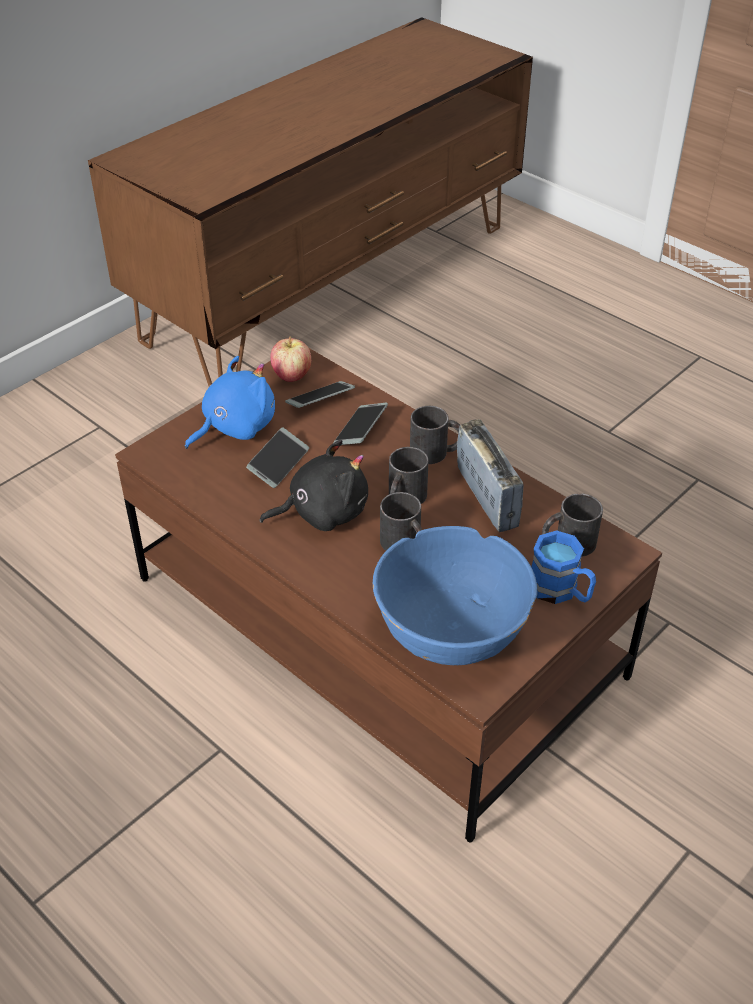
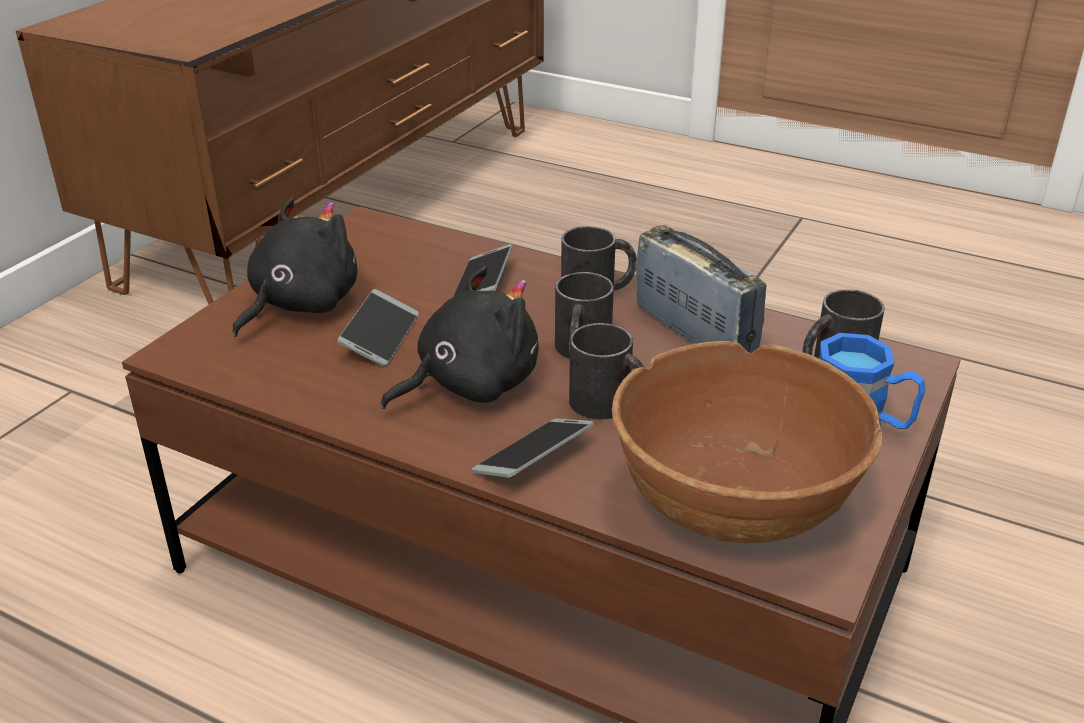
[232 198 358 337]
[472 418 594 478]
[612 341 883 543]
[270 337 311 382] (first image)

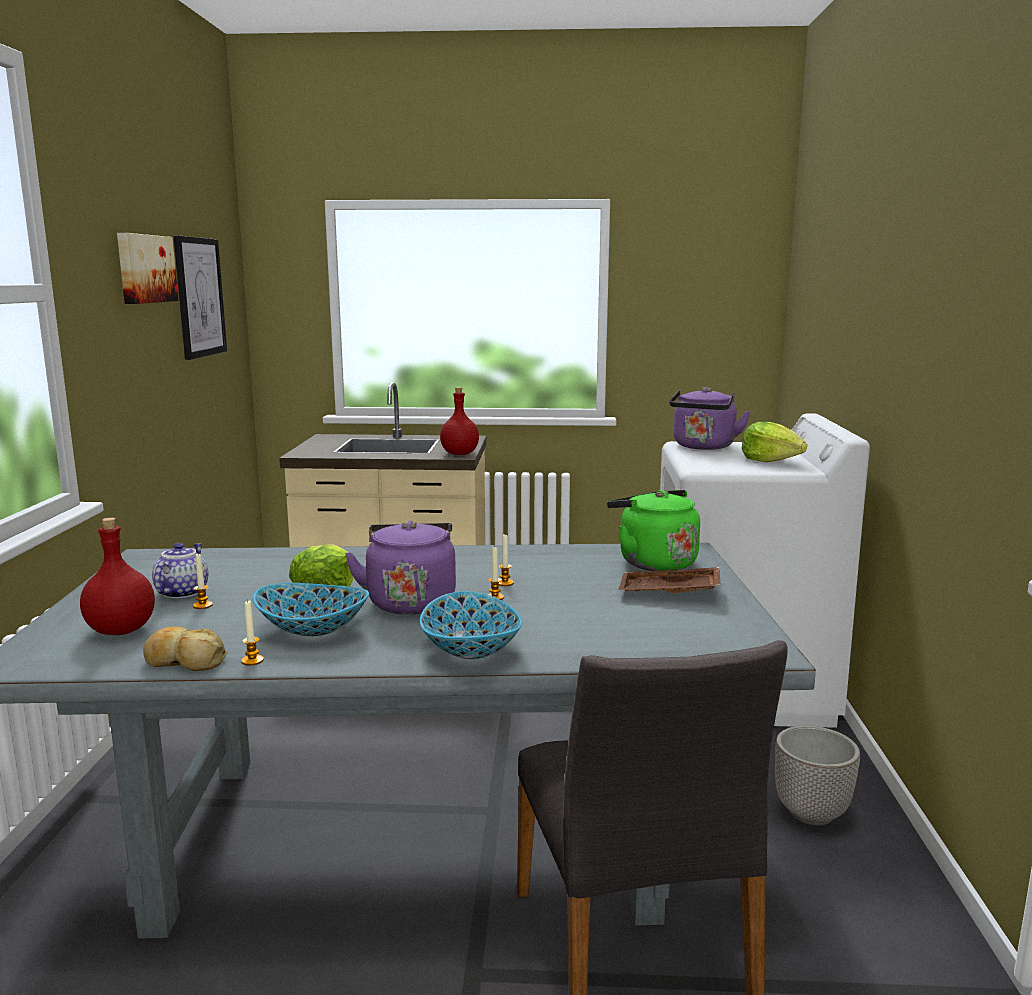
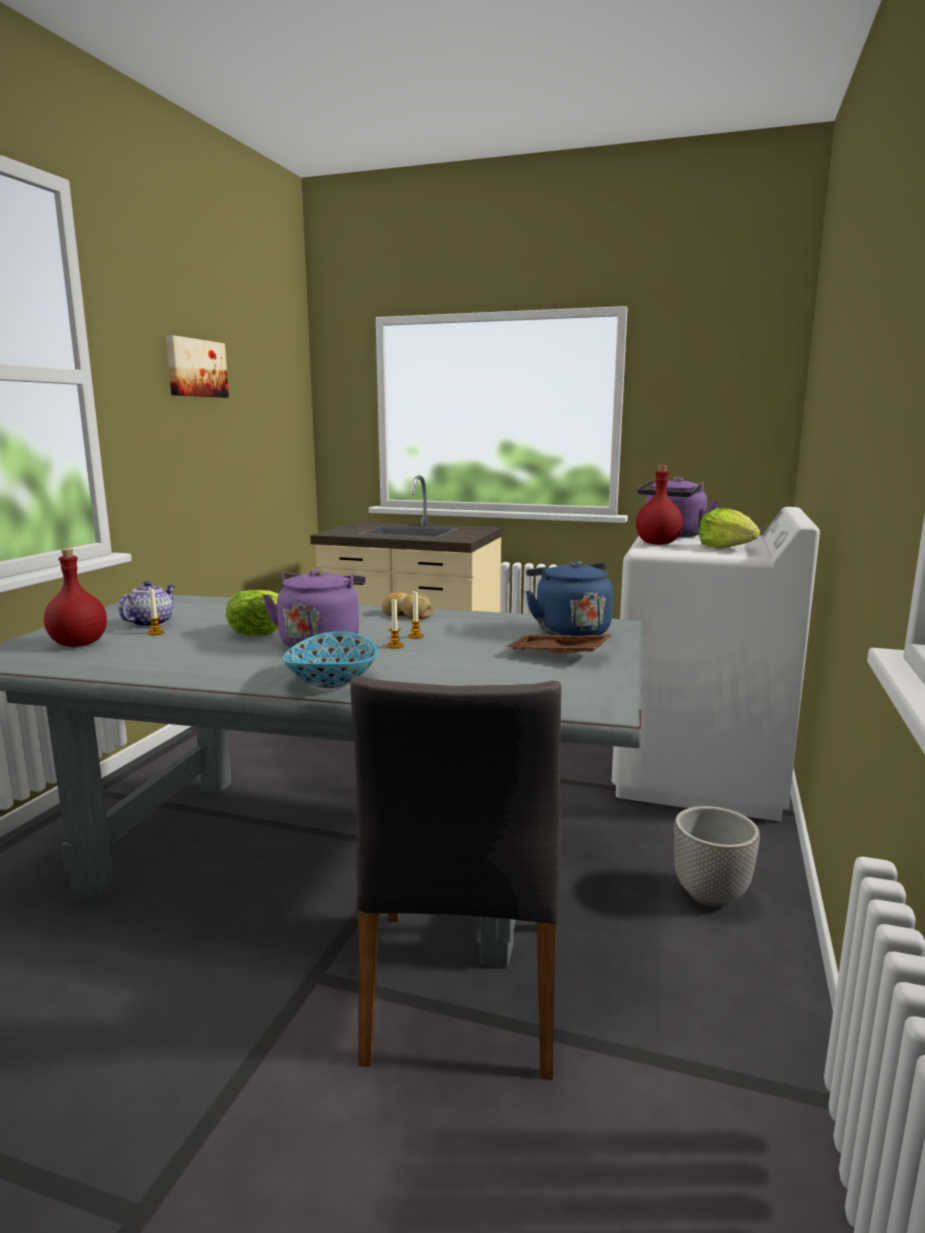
[382 592 434 619]
[526 560 613 636]
[636 465 683 545]
[174 235 227 360] (first image)
[241 600 264 666] (first image)
[252 583 369 636] (first image)

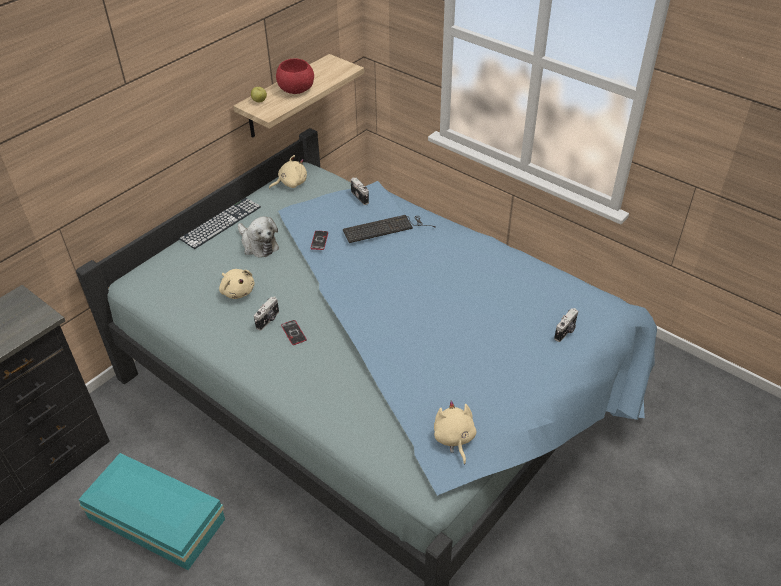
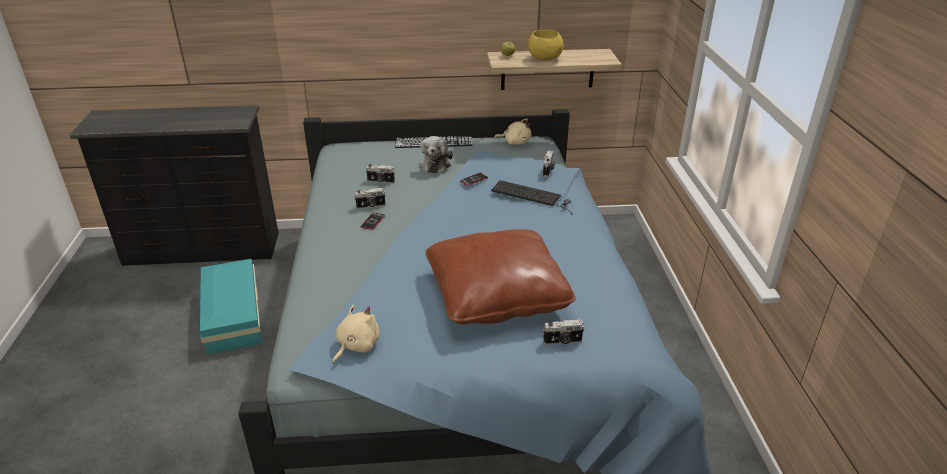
[366 164 395 183]
[425 229 576 324]
[528 29 564 61]

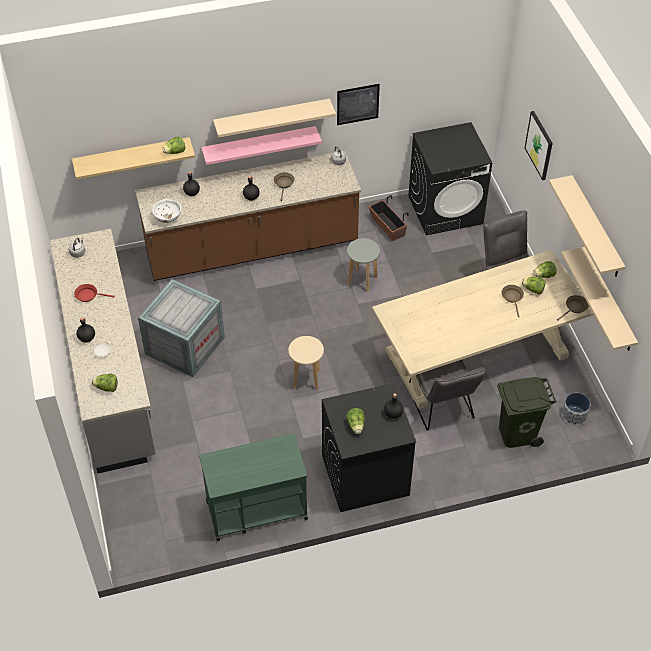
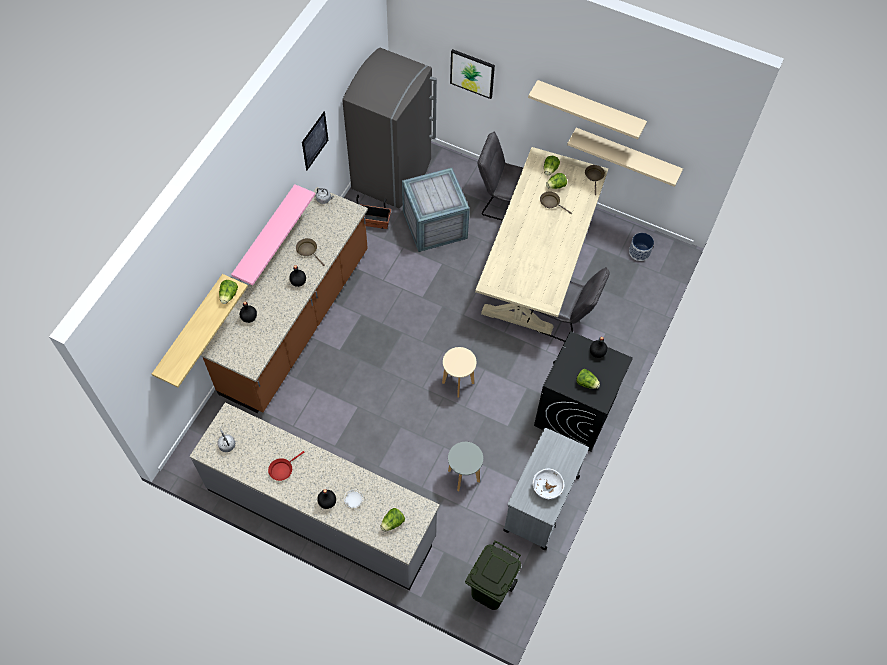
[342 48 437 208]
[402 168 470 252]
[448 442 483 491]
[465 540 521 610]
[503 428 589 550]
[532 469 565 499]
[213 99 336 138] (first image)

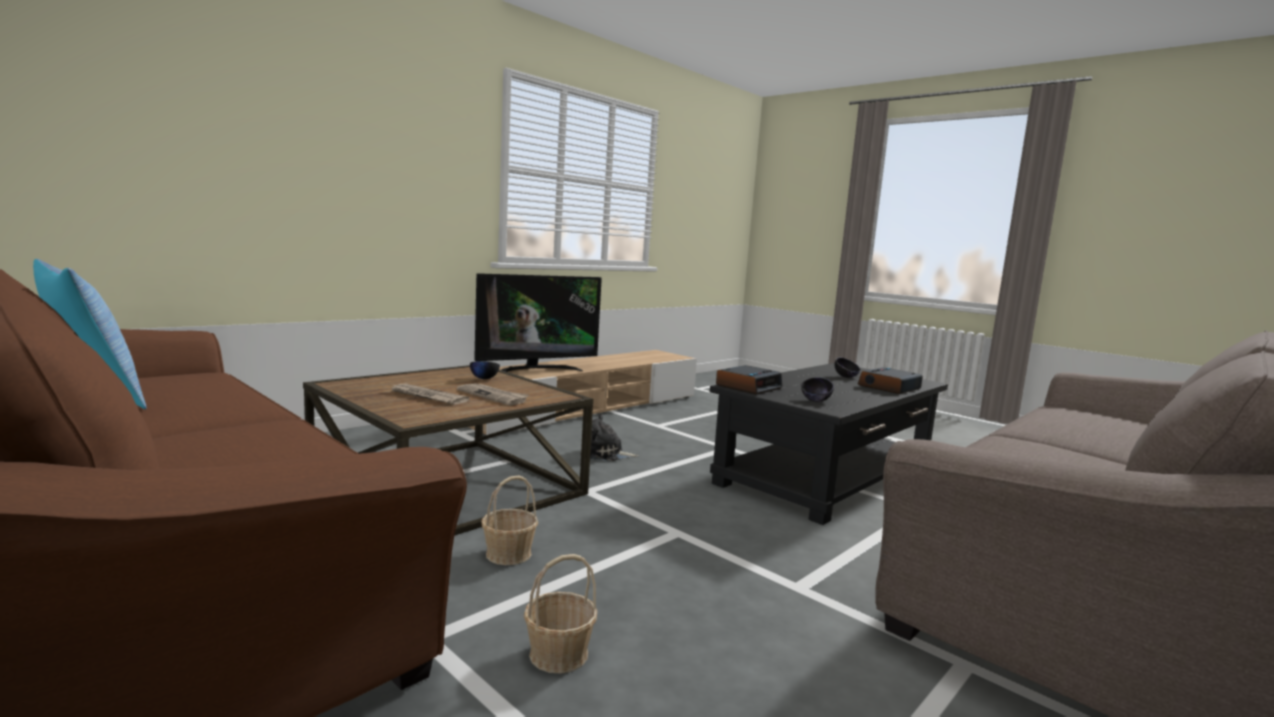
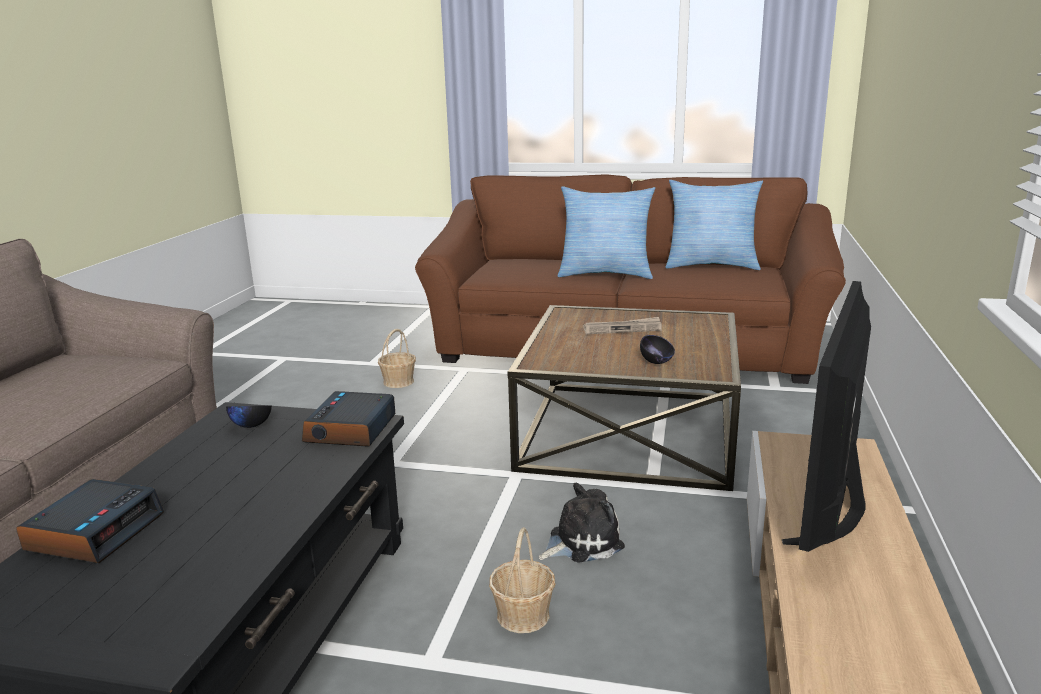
[489 527 555 633]
[558 186 655 279]
[457 383 529 406] (first image)
[835 357 860 378] (first image)

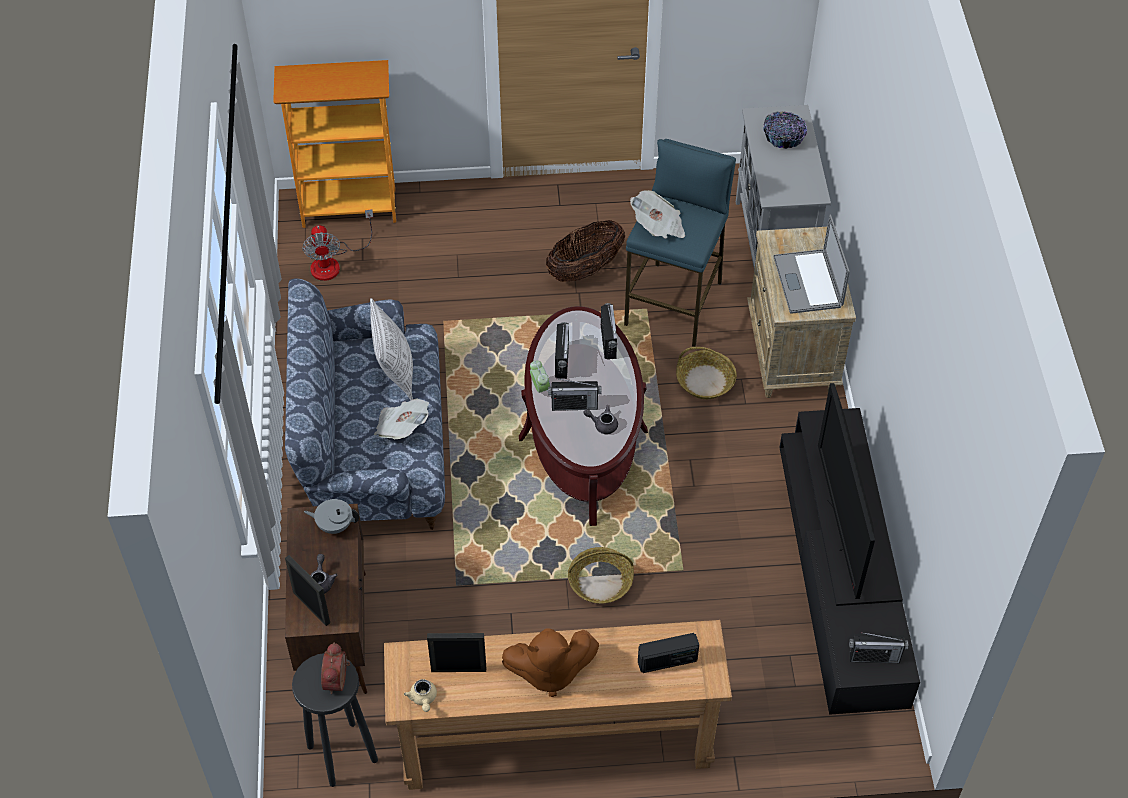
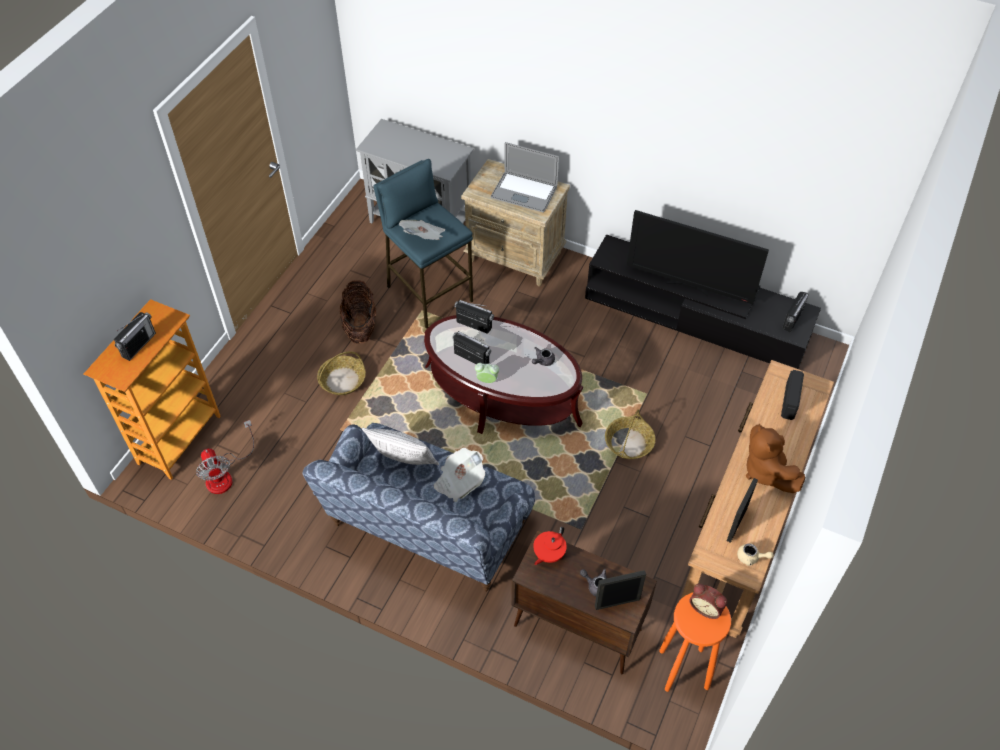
[114 312 156 361]
[196 420 254 494]
[317 351 366 395]
[533 527 567 565]
[659 592 731 692]
[746 424 805 493]
[763 111 807 149] (first image)

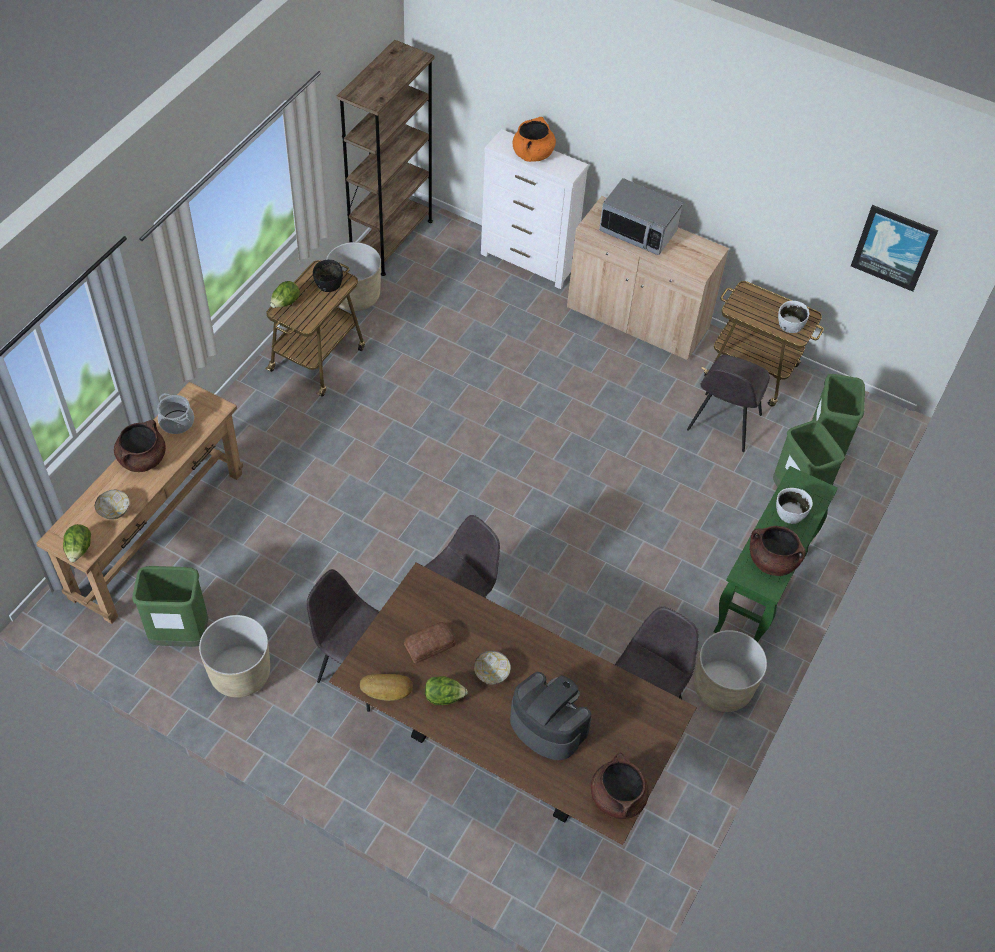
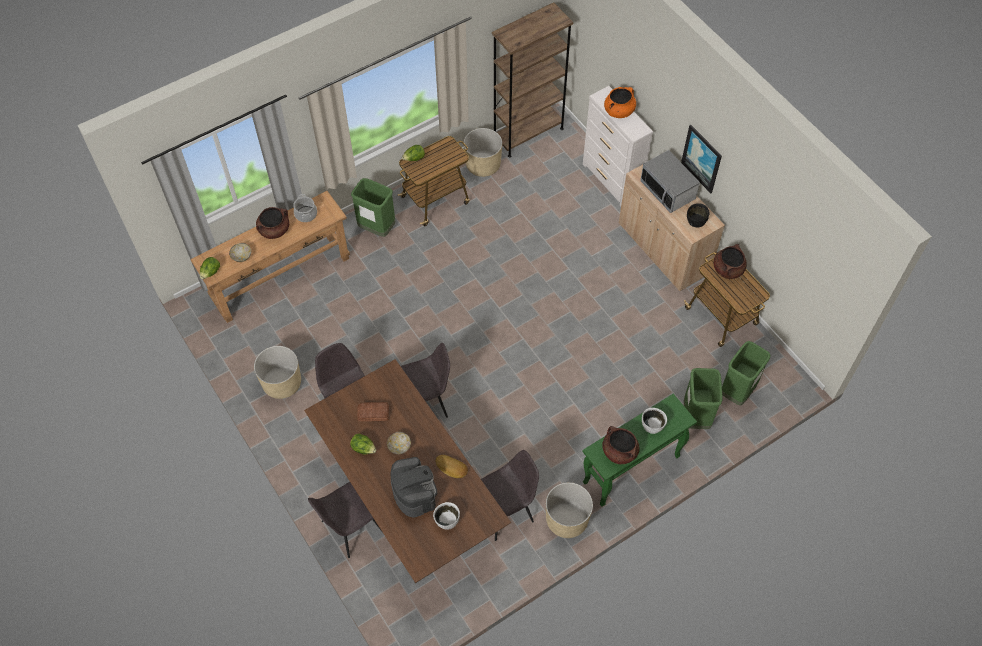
[308 482 383 558]
[351 178 395 237]
[433 502 460 530]
[435 455 468 478]
[681 125 722 193]
[687 203 710 227]
[714 244 747 279]

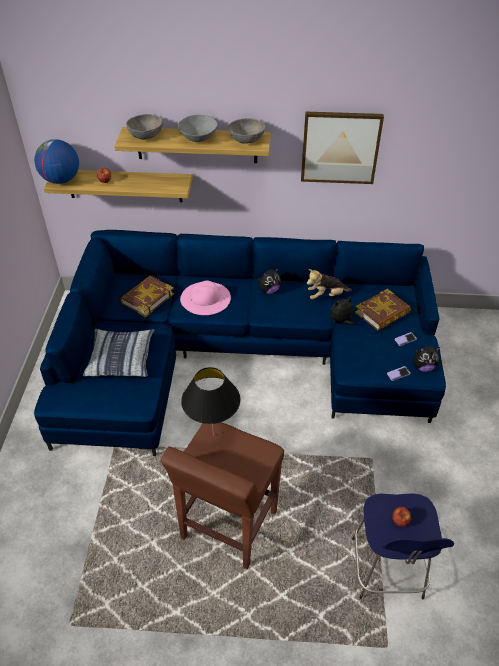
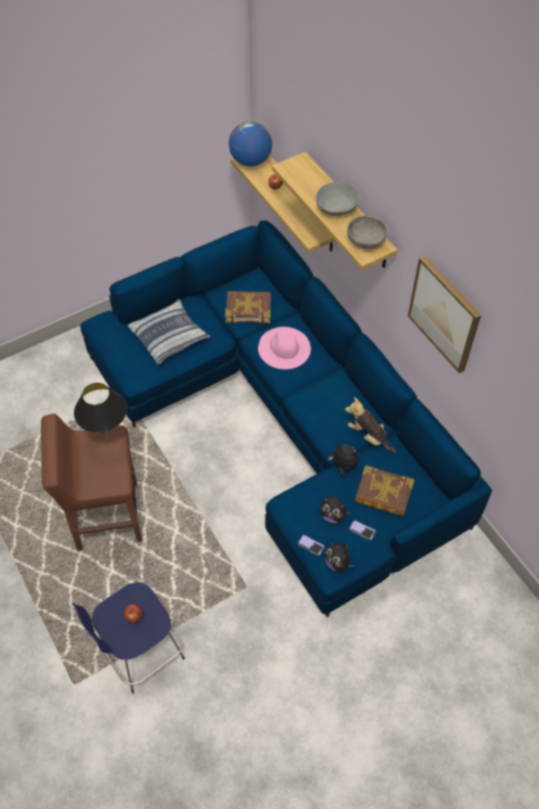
[320 495 351 523]
[126 114 163 140] (first image)

